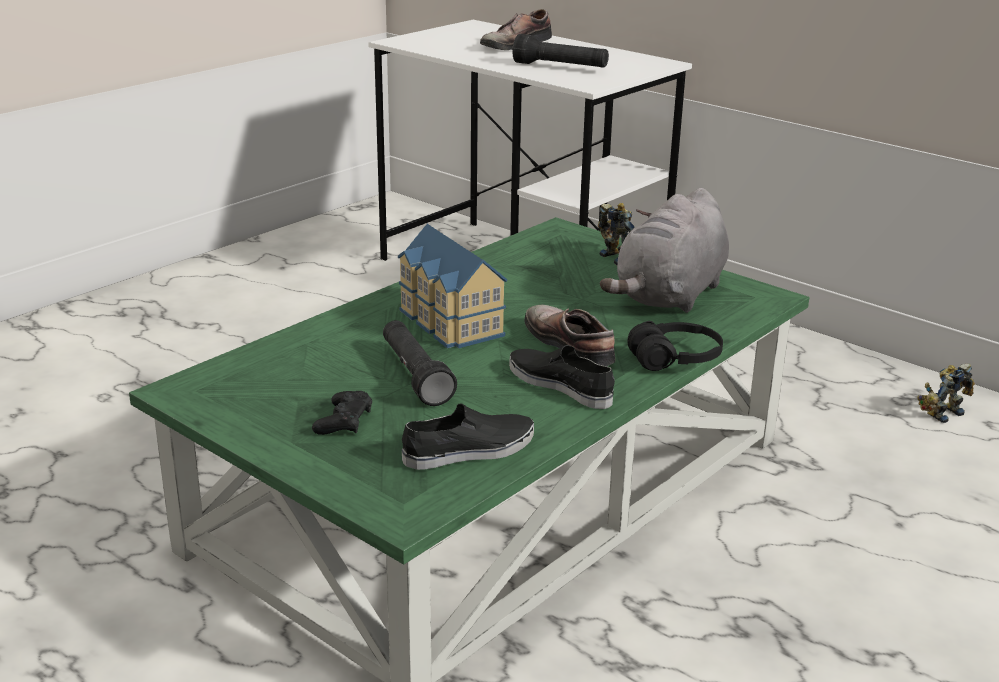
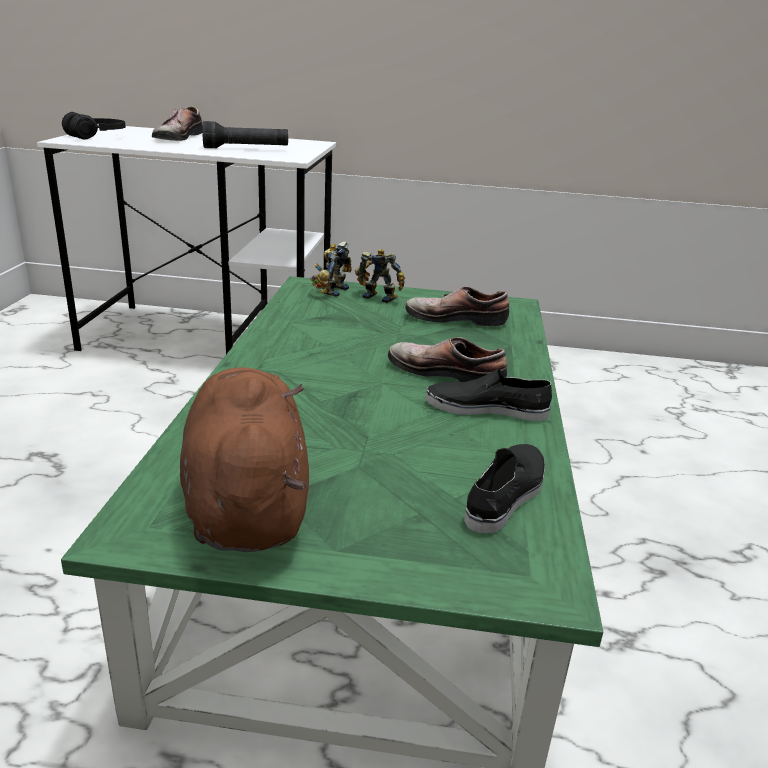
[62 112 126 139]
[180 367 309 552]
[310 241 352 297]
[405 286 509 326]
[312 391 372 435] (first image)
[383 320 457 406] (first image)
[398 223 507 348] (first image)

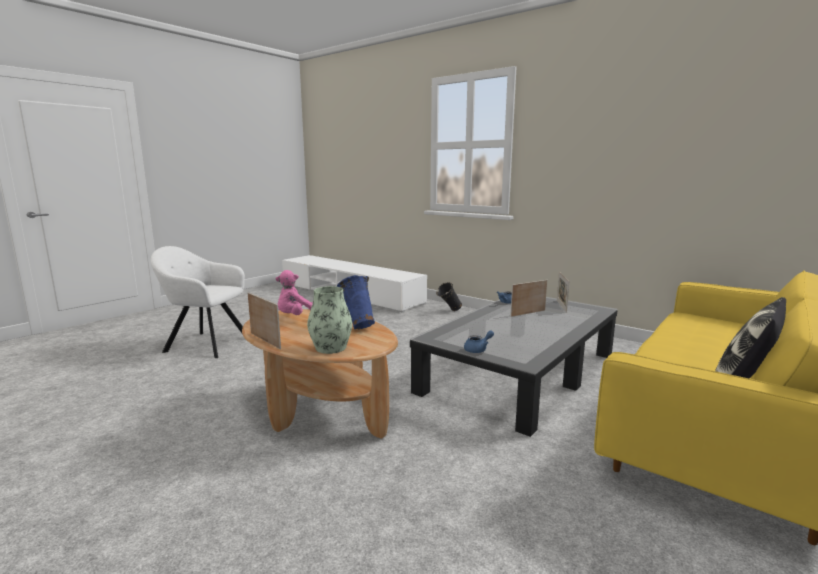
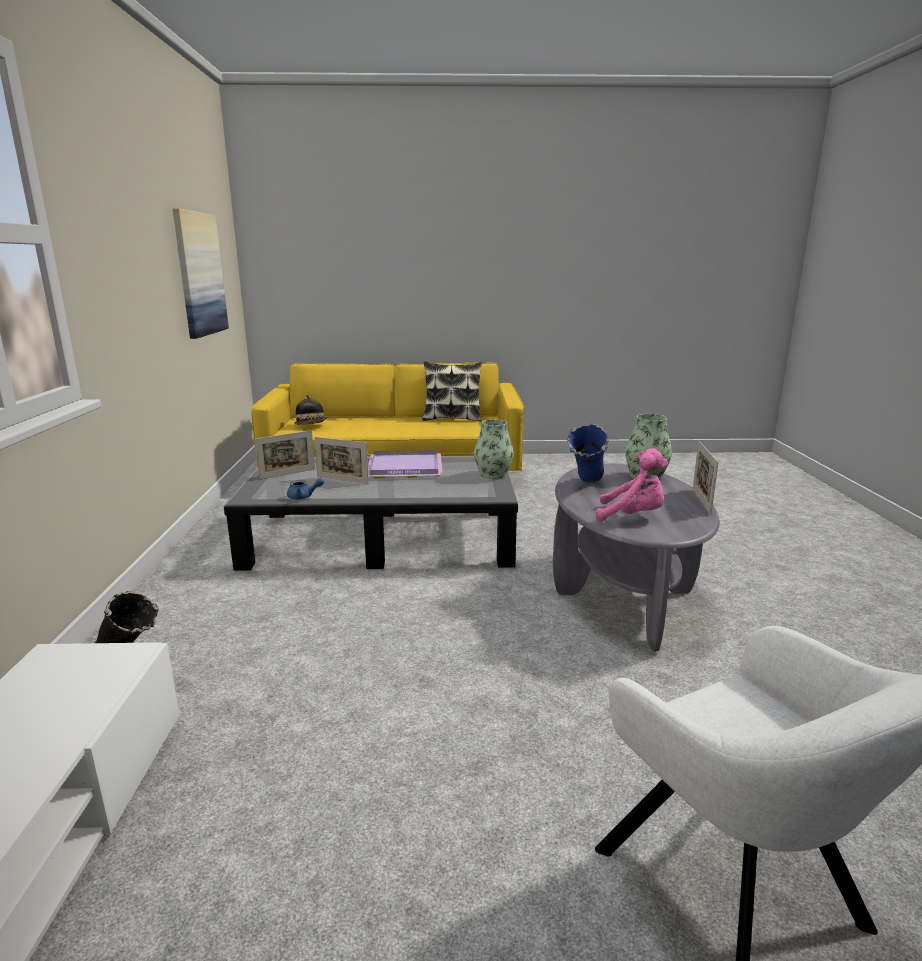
[172 208 229 339]
[294 395 327 425]
[368 450 443 479]
[474 419 514 479]
[553 463 720 651]

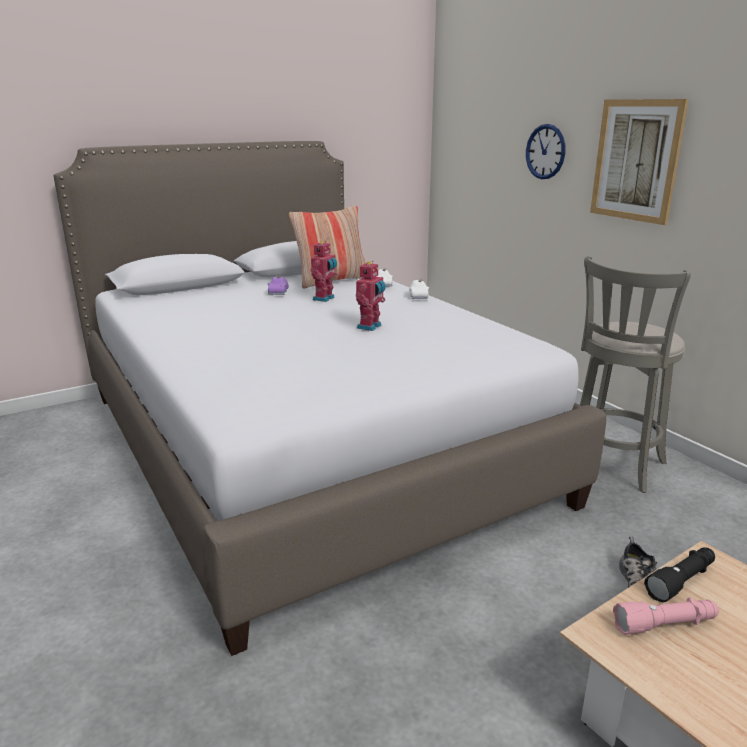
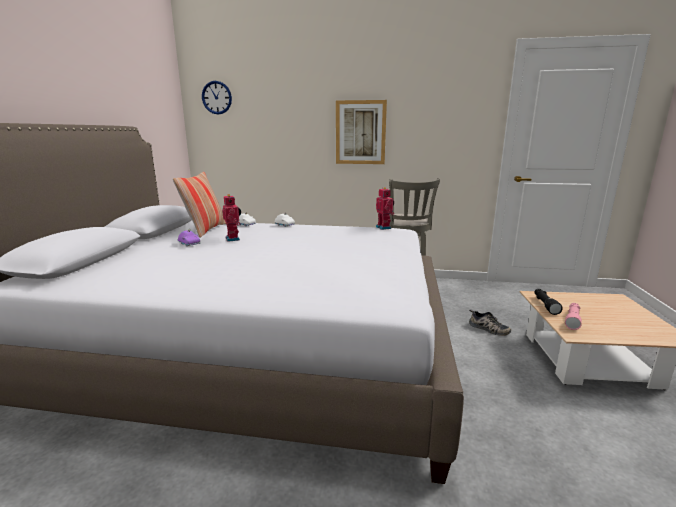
[202 81 232 115]
[376 187 394 230]

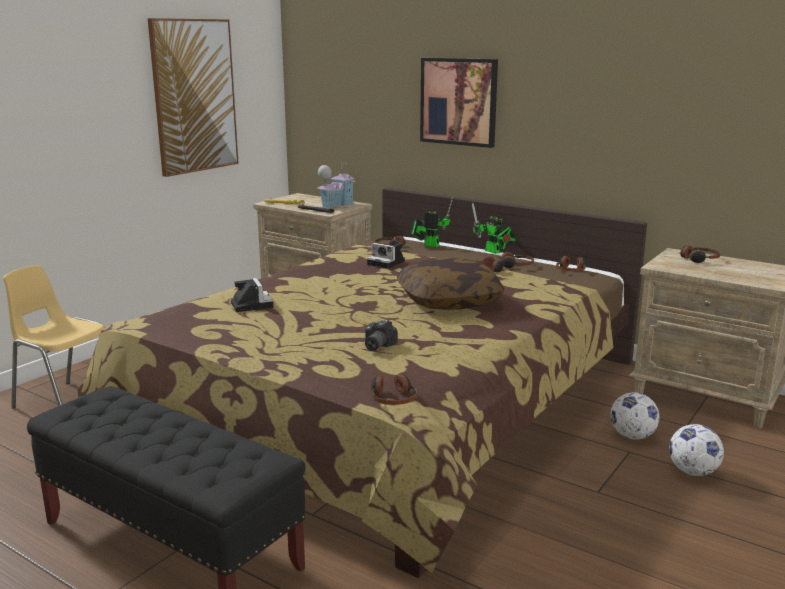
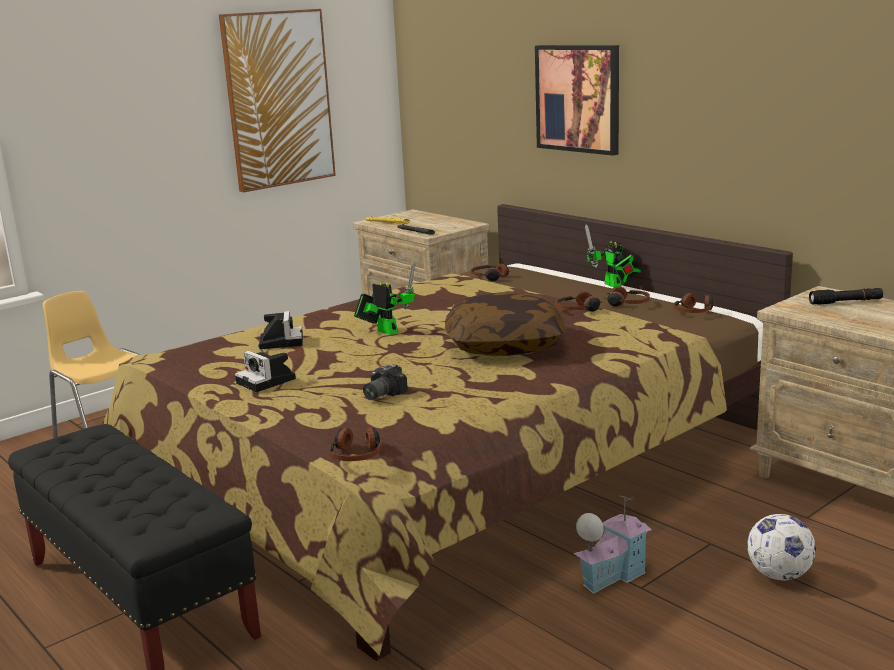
[235 351 296 392]
[354 261 415 335]
[573 495 651 594]
[809 288 883 305]
[611 392 659 440] (first image)

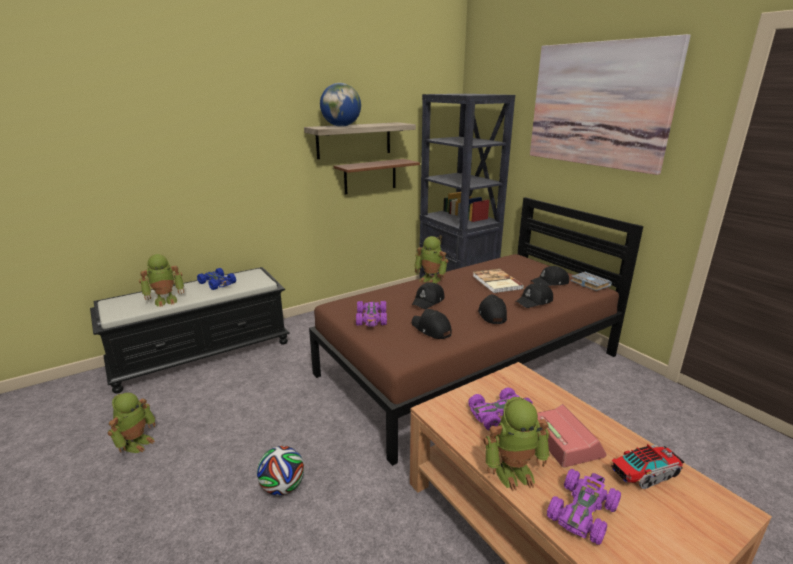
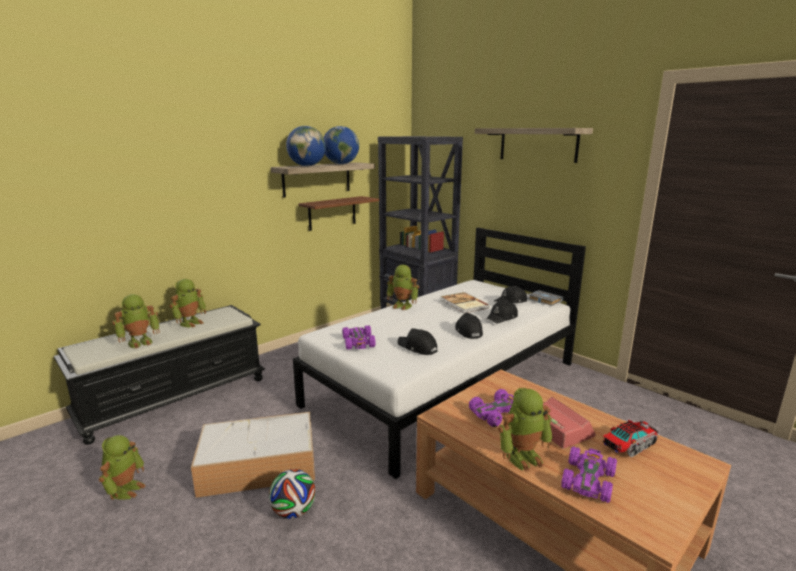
[169 279 206 328]
[191 412 315 498]
[293 228 586 479]
[324 126 359 164]
[475 128 593 163]
[412 282 445 309] (first image)

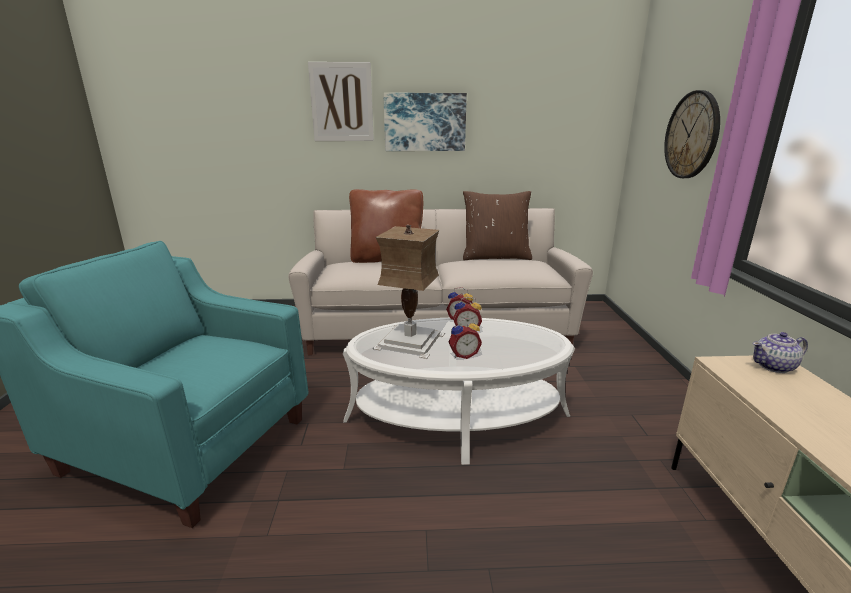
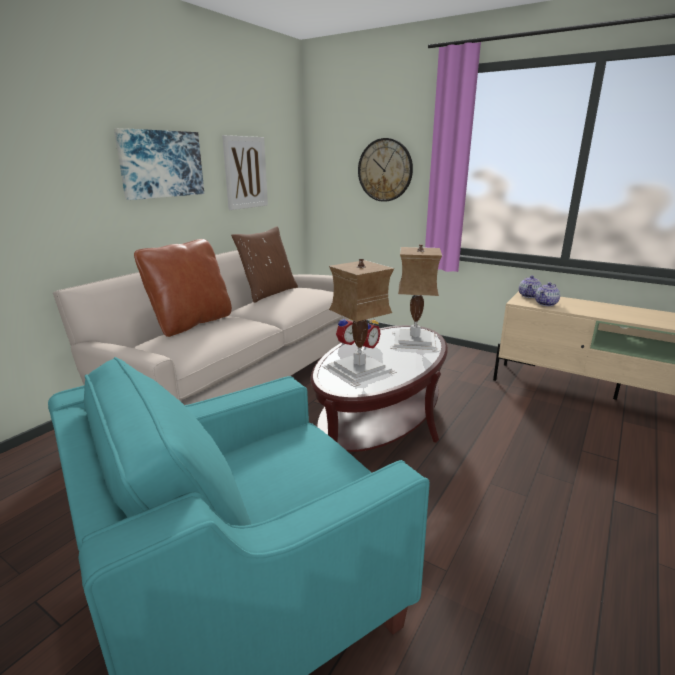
[222 135 268 210]
[310 325 448 452]
[390 244 442 352]
[535 282 560 306]
[449 318 482 359] (first image)

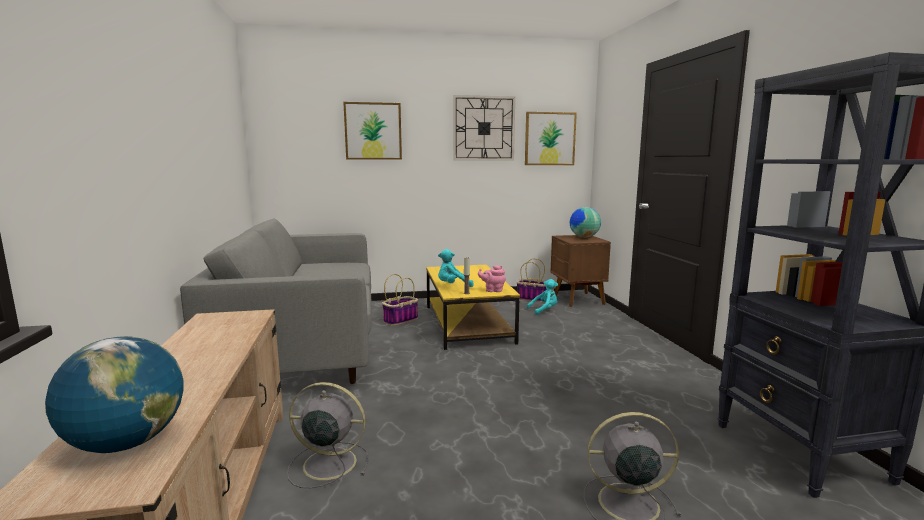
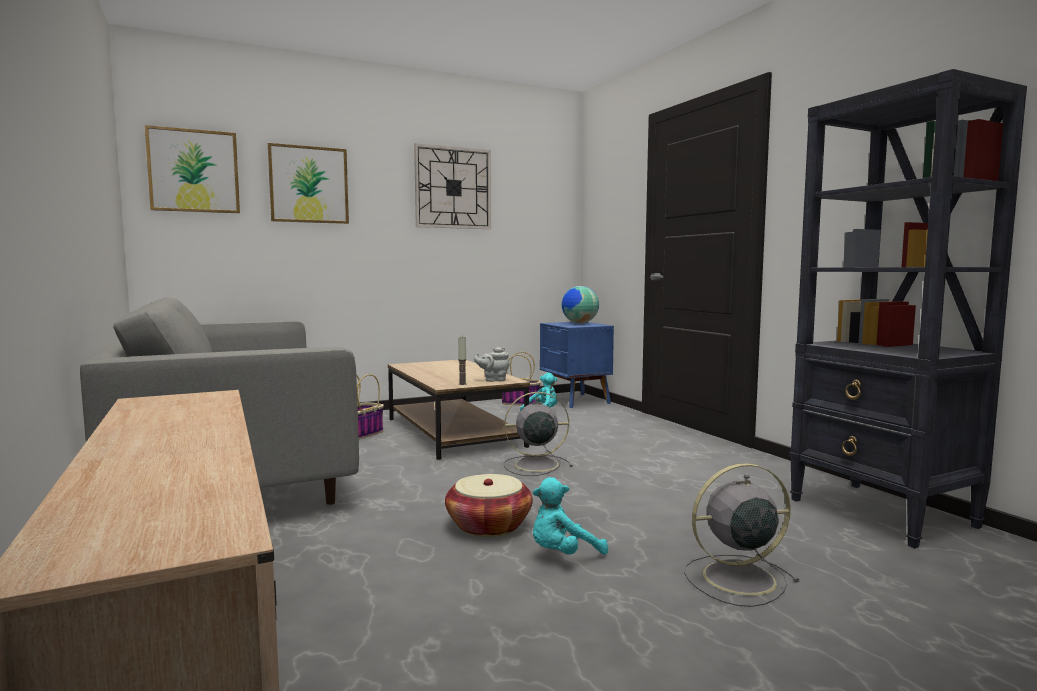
[145 125 240 213]
[388 360 530 460]
[445 474 533 537]
[474 347 510 382]
[504 392 573 476]
[533 477 608 555]
[540 322 614 408]
[45 336 184 453] (first image)

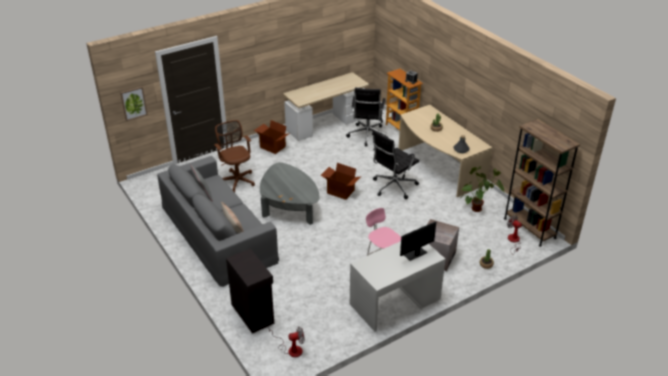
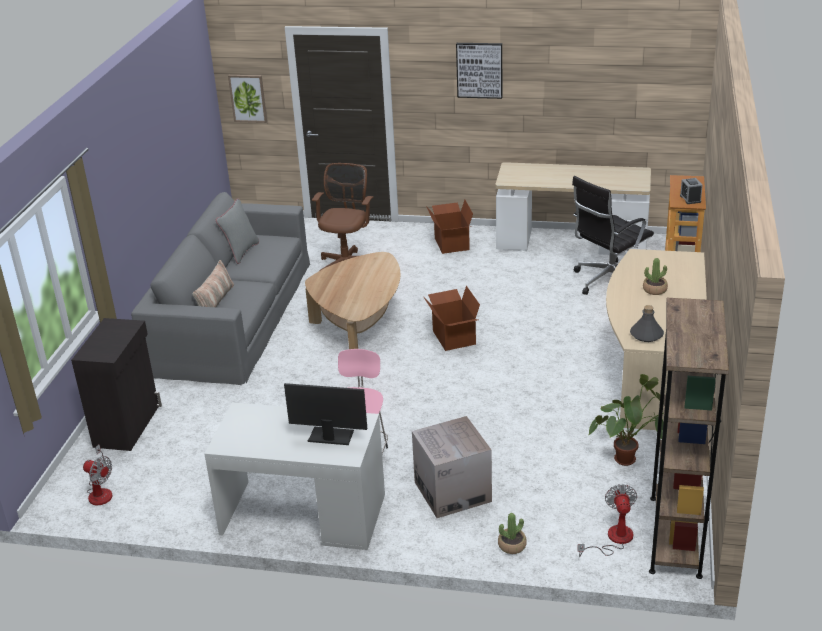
[305 252 400 349]
[456 43 502 99]
[372 130 419 199] (first image)

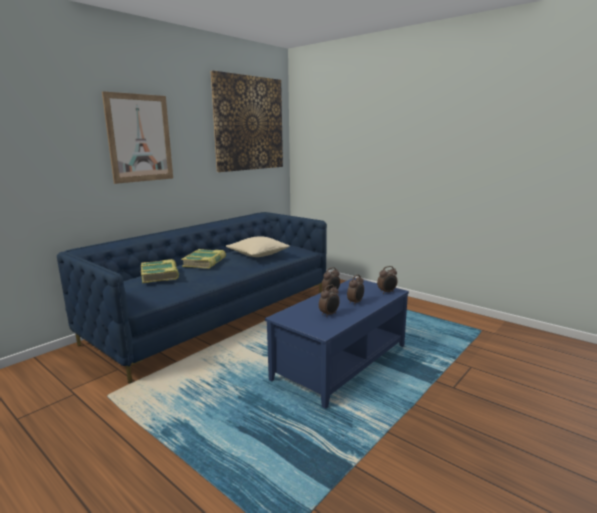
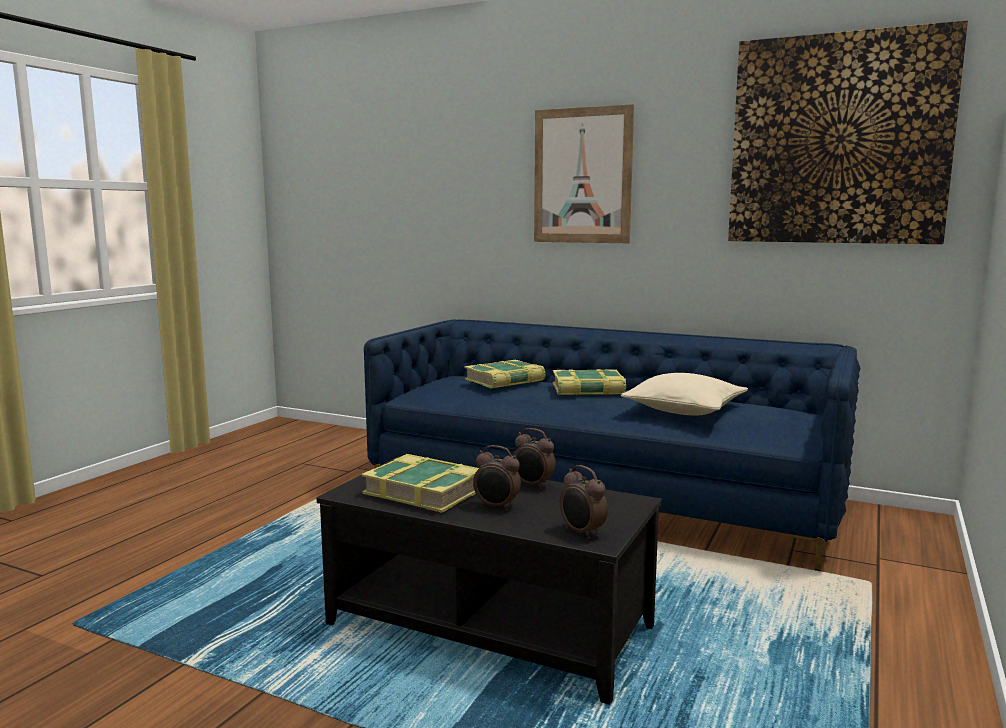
[316 456 661 705]
[362 454 479 513]

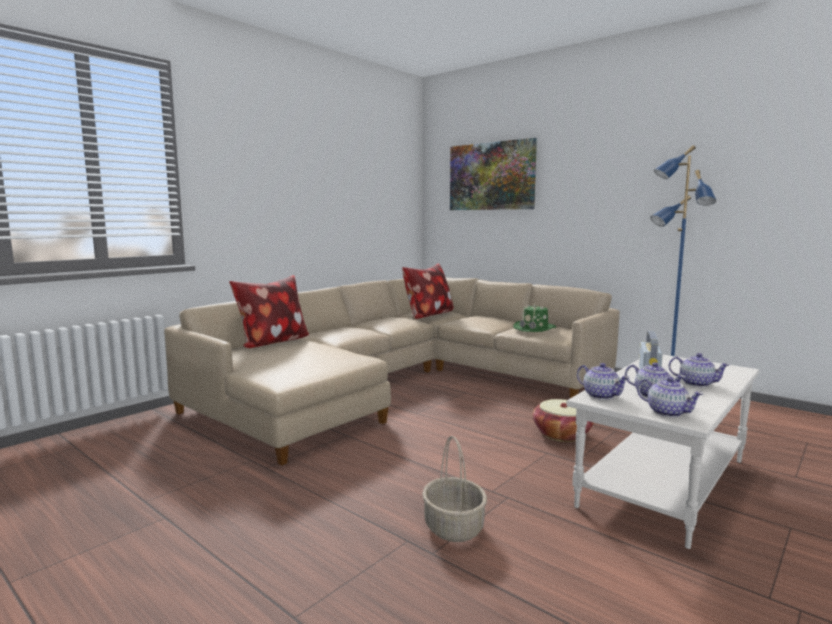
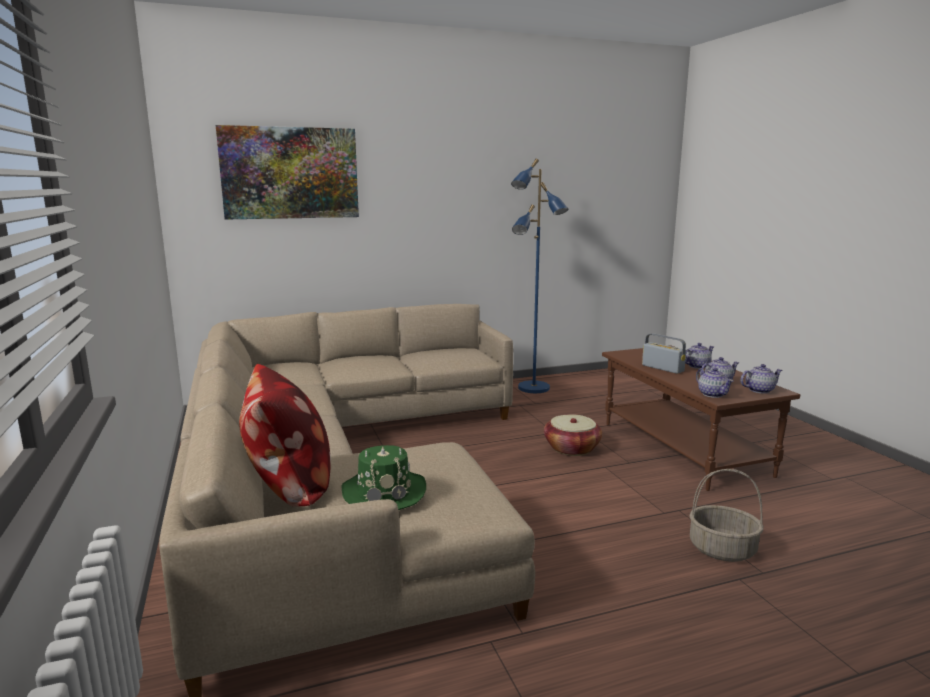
[342 445 426 510]
[602 345 800 491]
[696 368 733 398]
[402 263 454 319] (first image)

